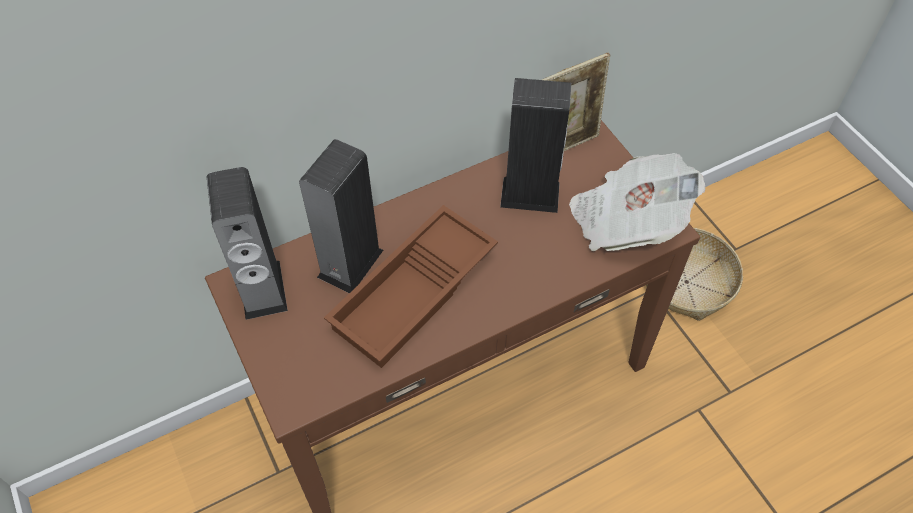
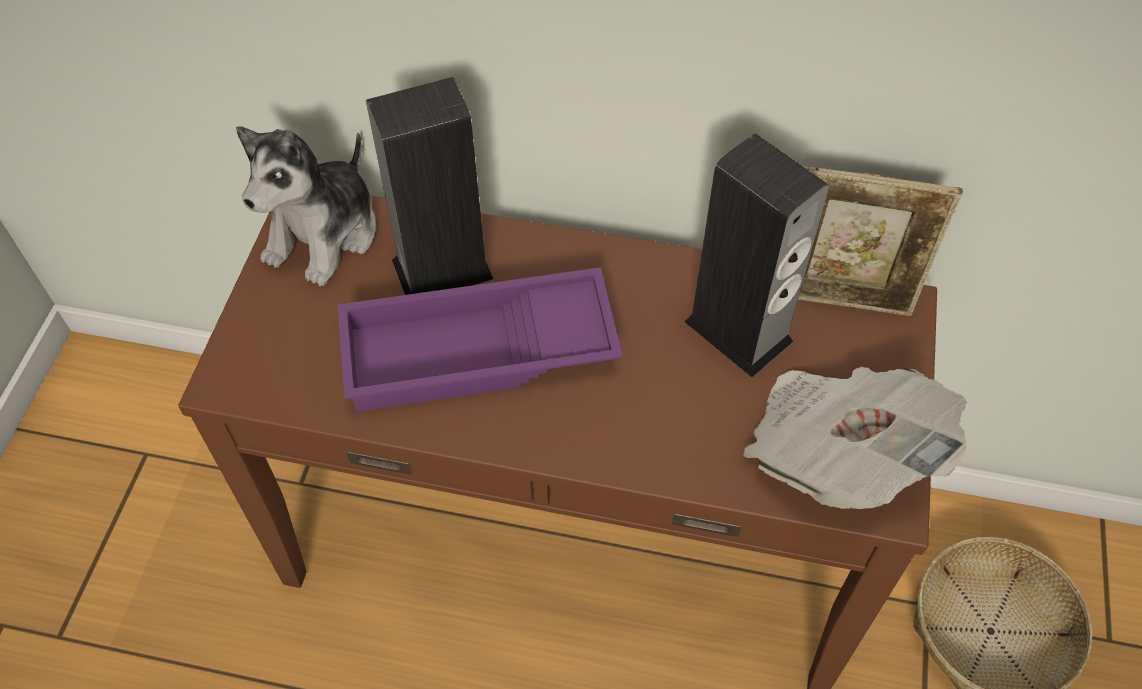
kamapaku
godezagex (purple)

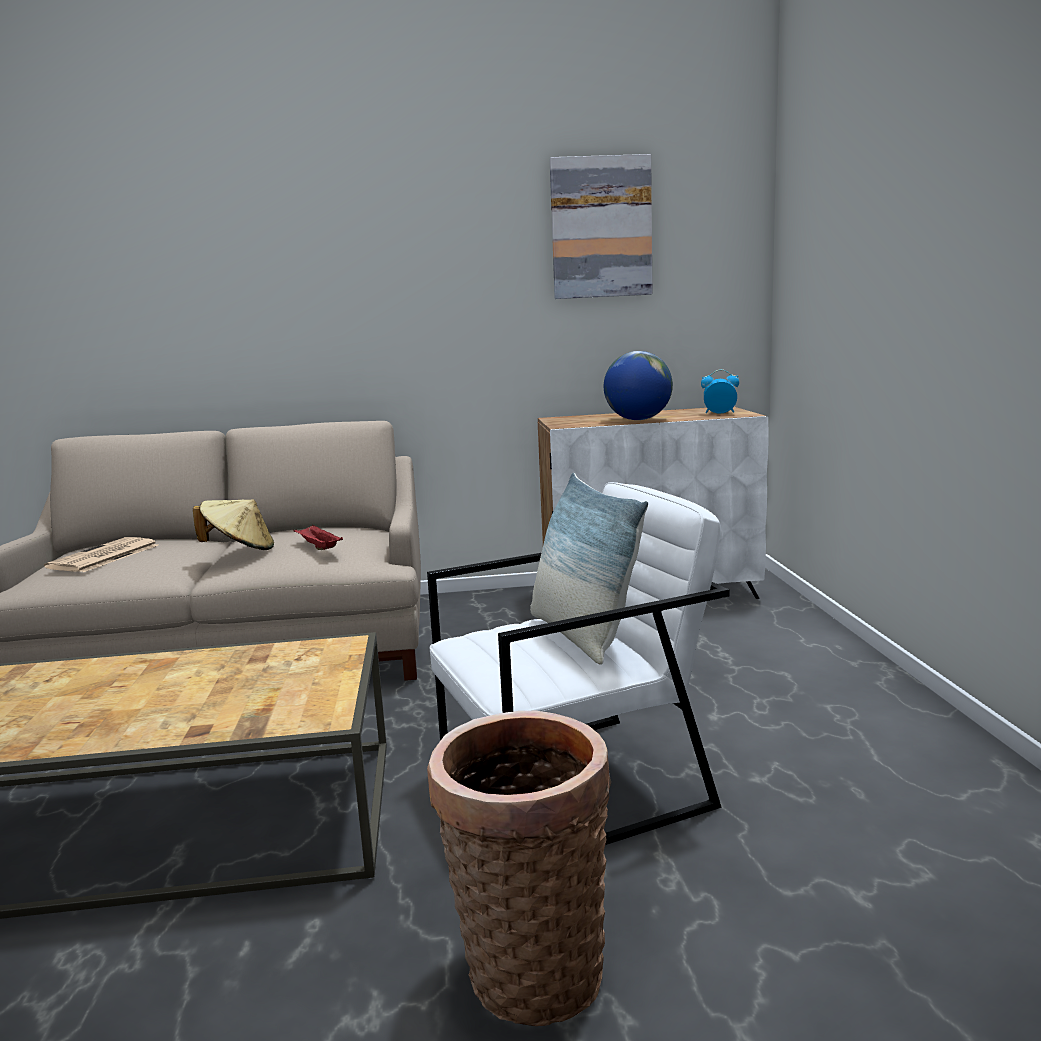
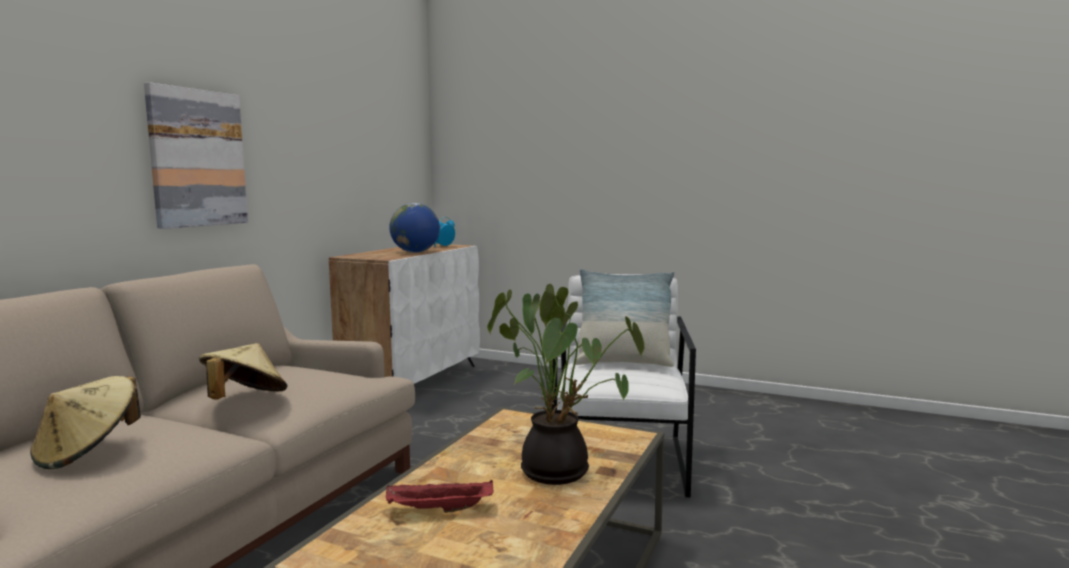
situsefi
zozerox
godezagex (red)
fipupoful
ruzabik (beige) (1st from left)

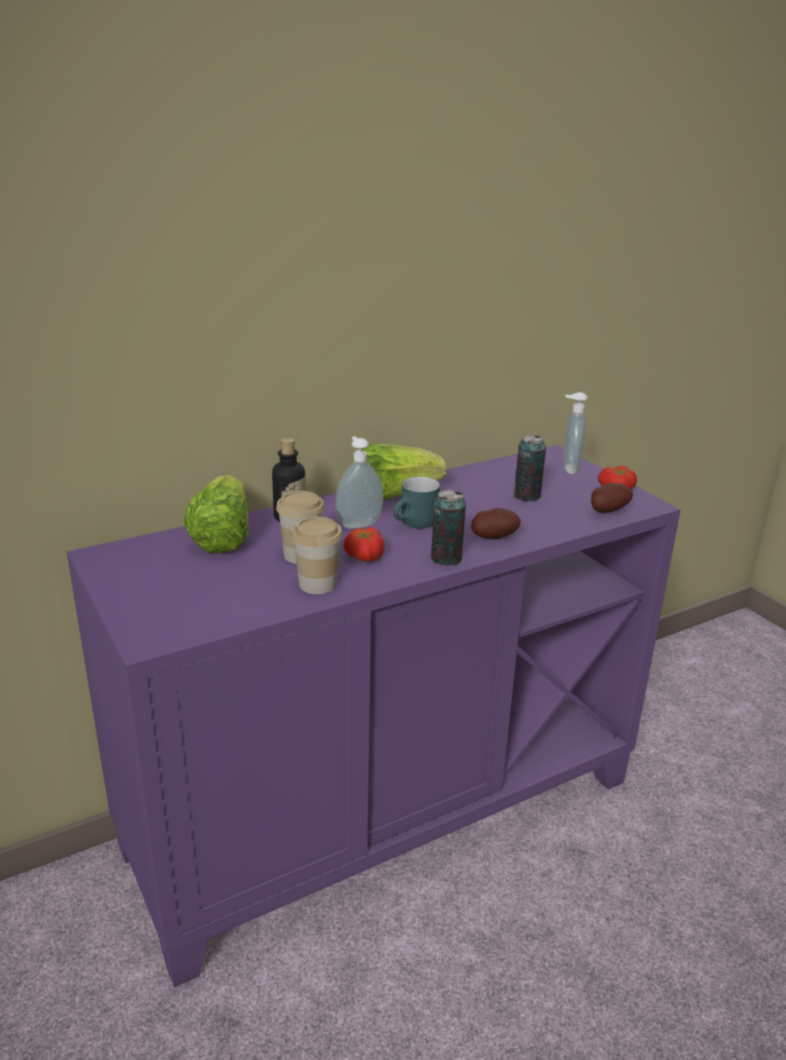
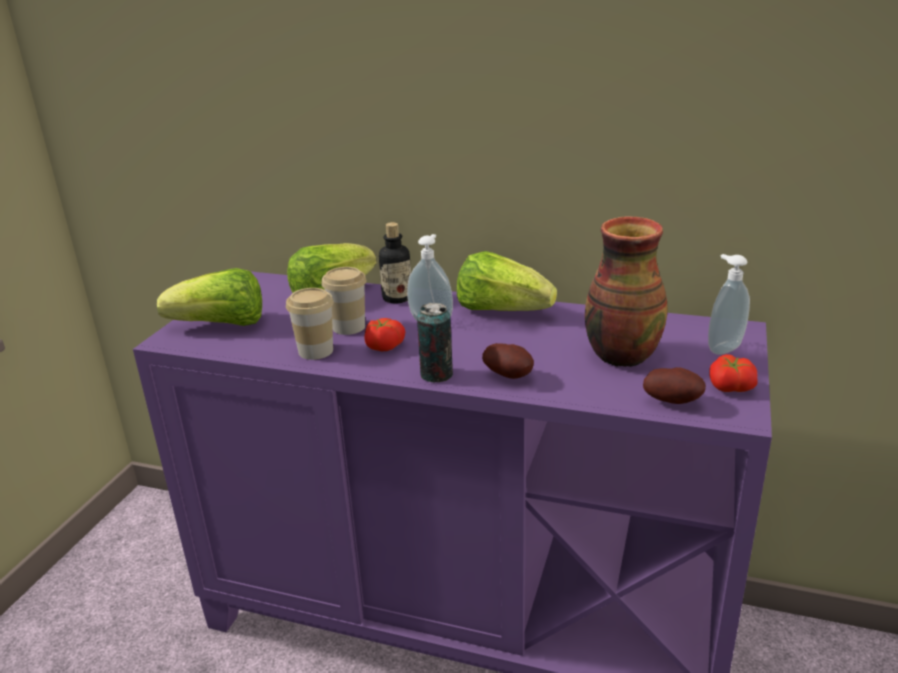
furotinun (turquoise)
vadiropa (1st from left)
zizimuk

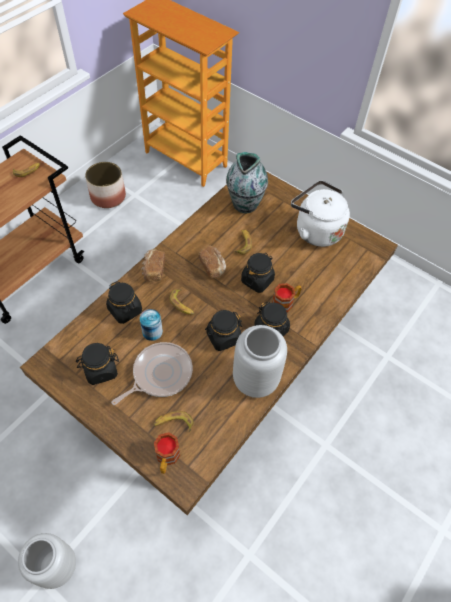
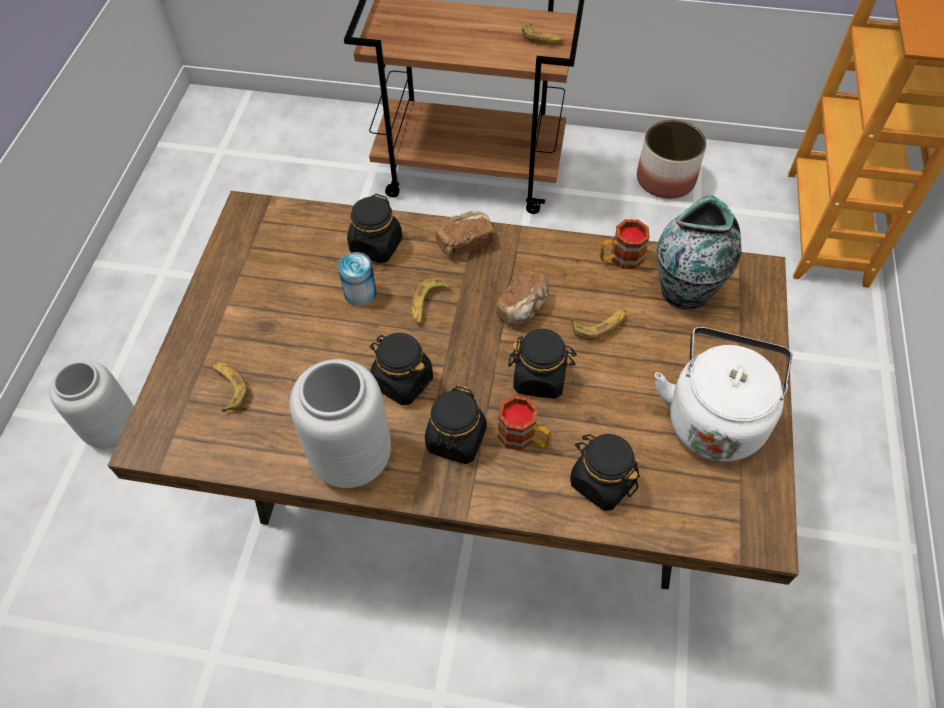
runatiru
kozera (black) (5th from left)
furotinun (2nd from left)

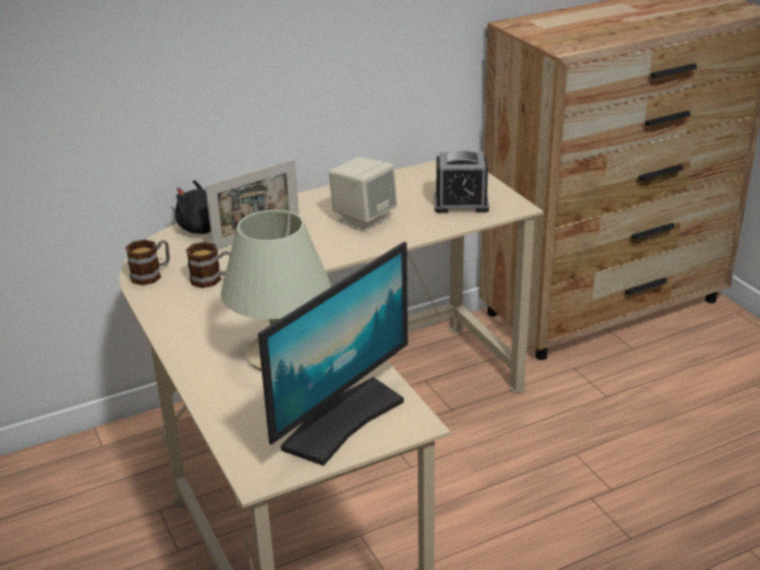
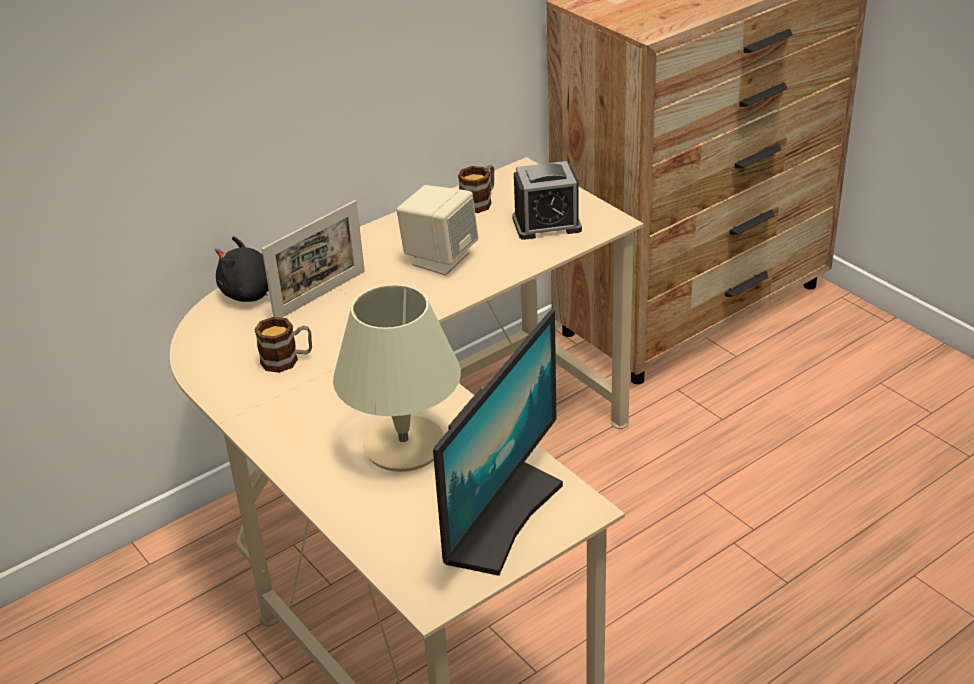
furotinun (2nd from left)

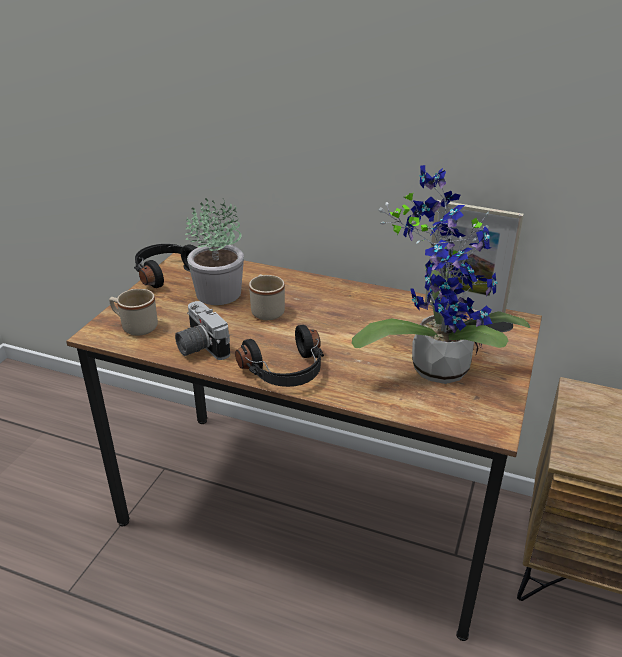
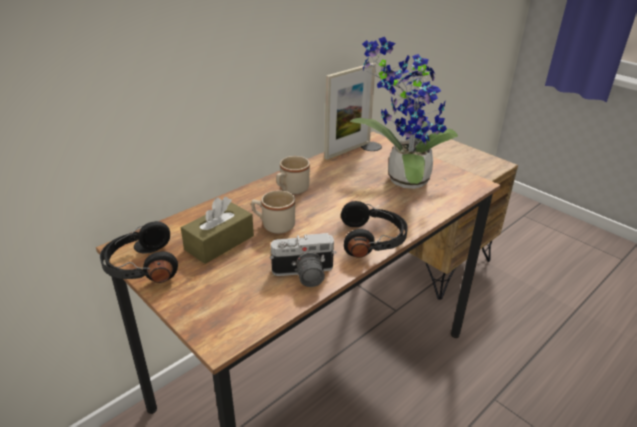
furotinun (beige) (2nd from left)
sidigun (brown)

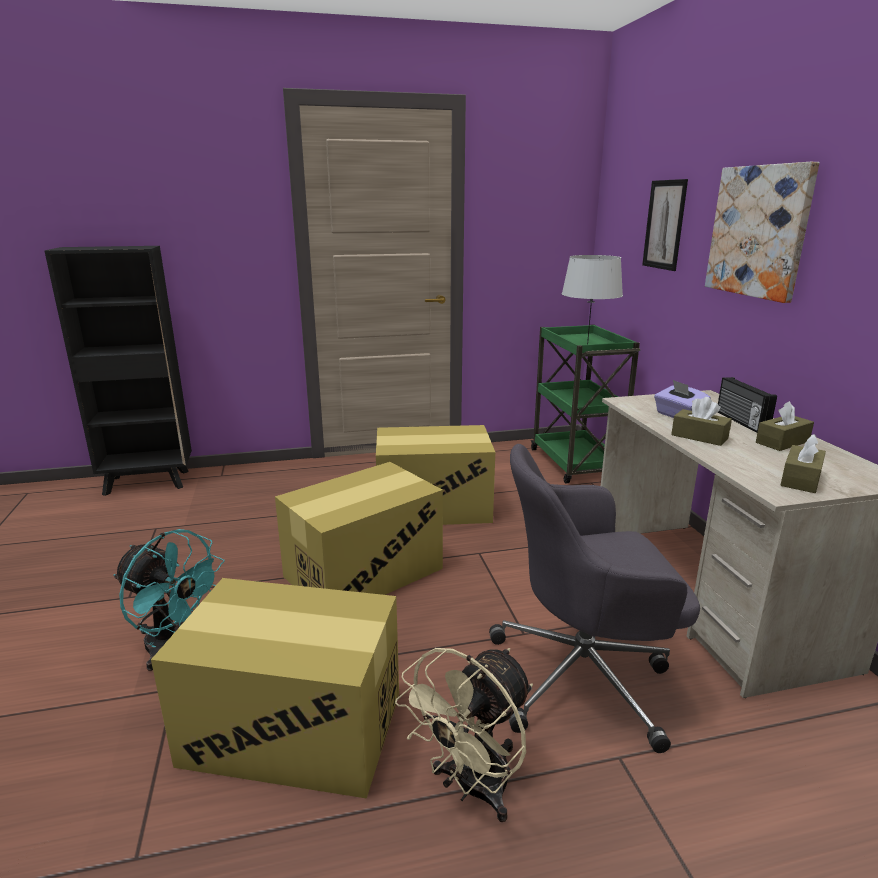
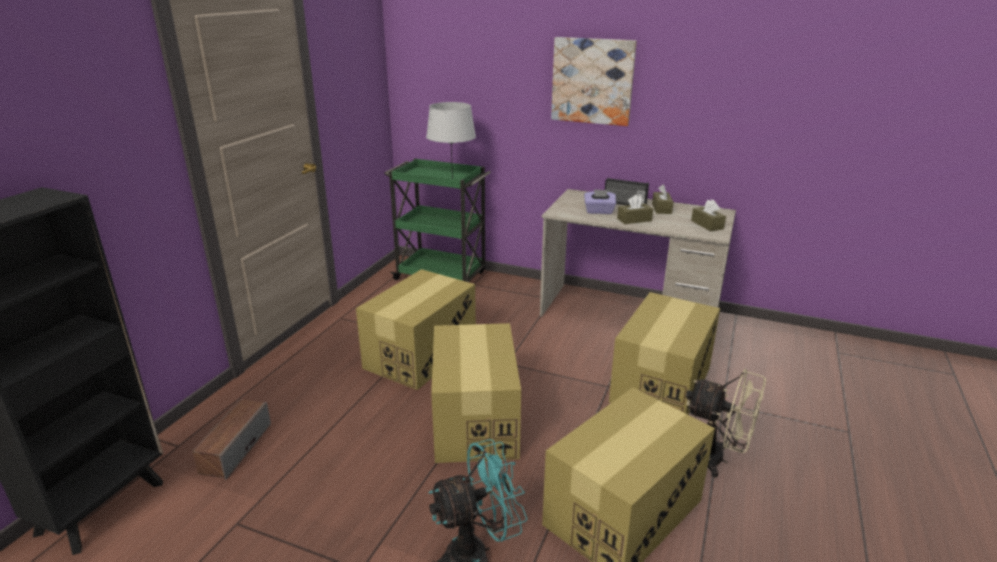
fipupoful (1st from left in the first image)
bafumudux
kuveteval (4th from left)
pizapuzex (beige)

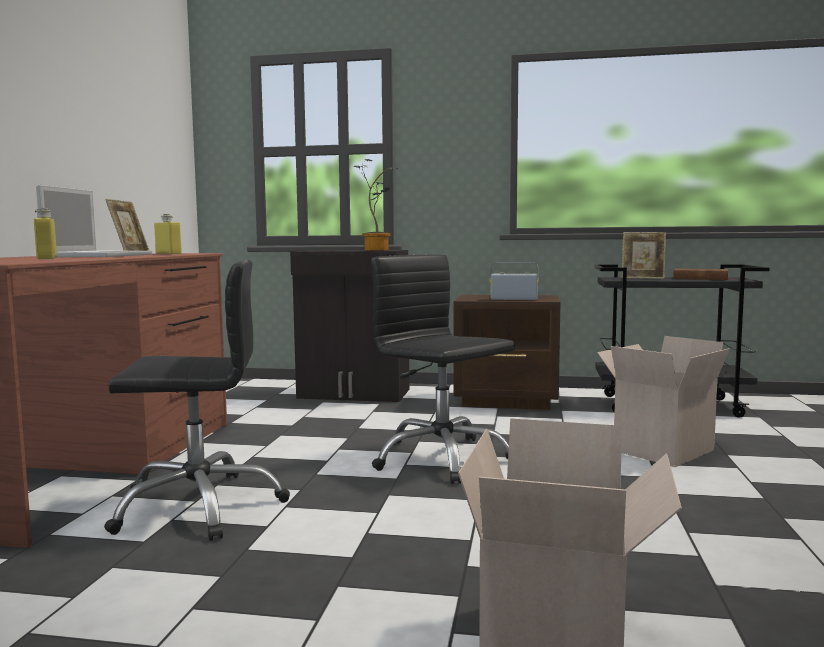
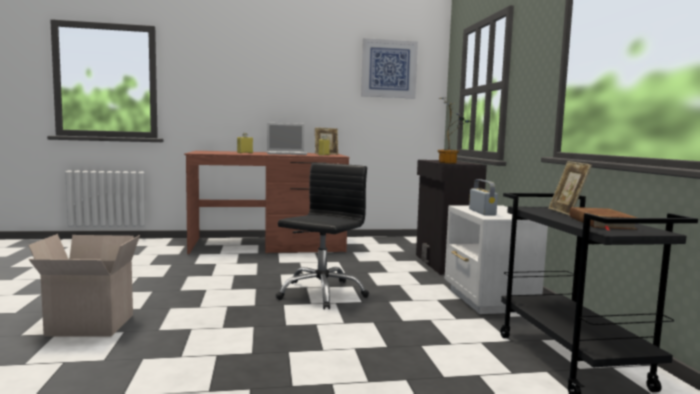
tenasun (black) (1st from left in the first image)
kuveteval (2nd from left in the first image)
fipupoful
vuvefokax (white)

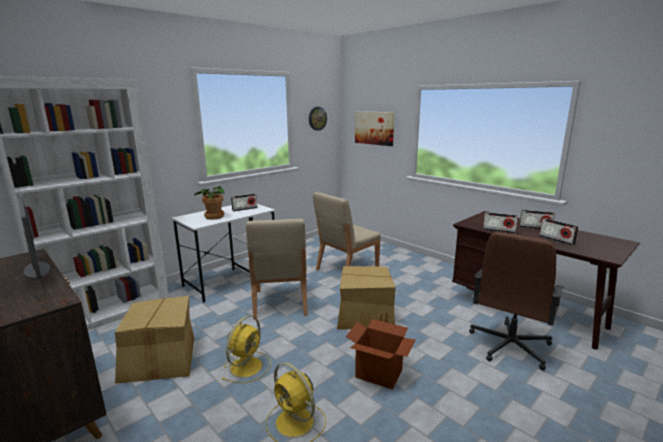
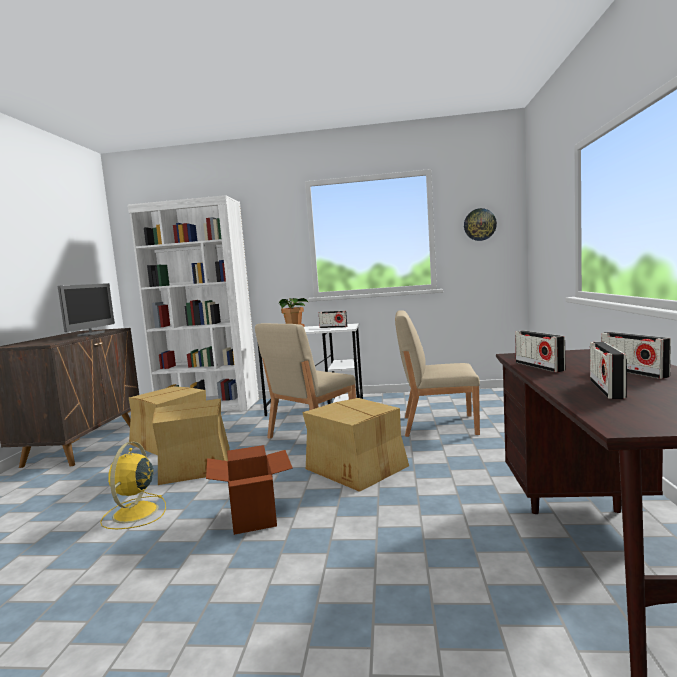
fipupoful
tenasun (brown)
kuveteval (2nd from left)

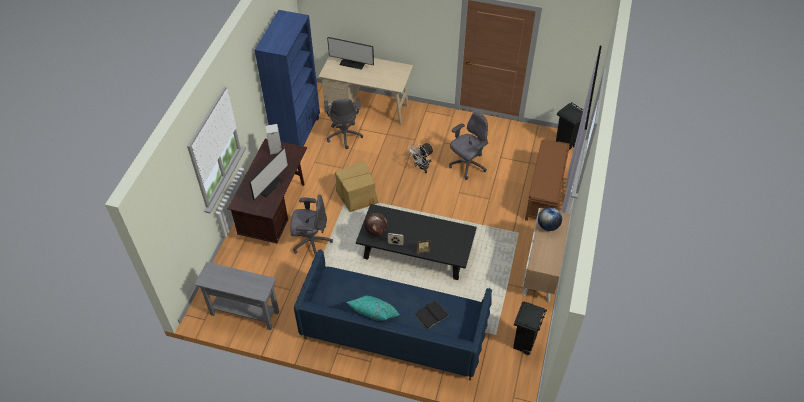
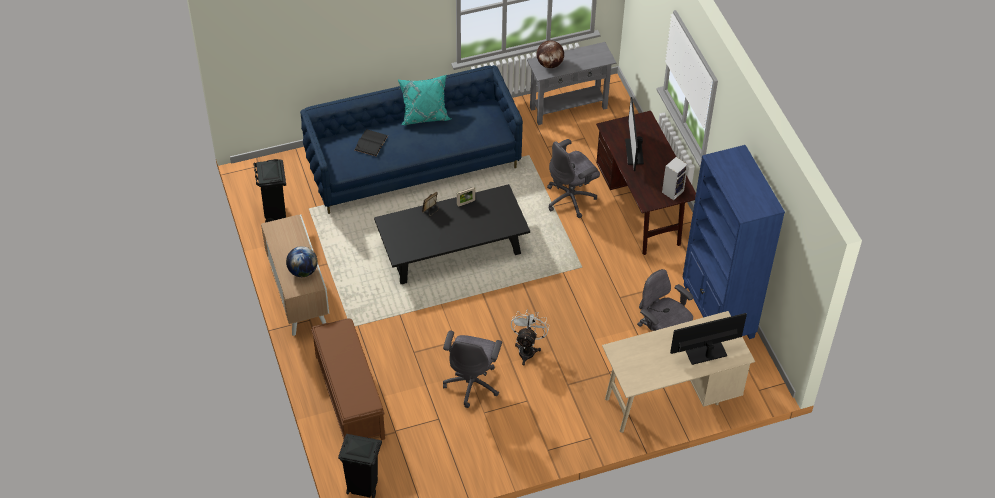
kuveteval
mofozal (2nd from left)

